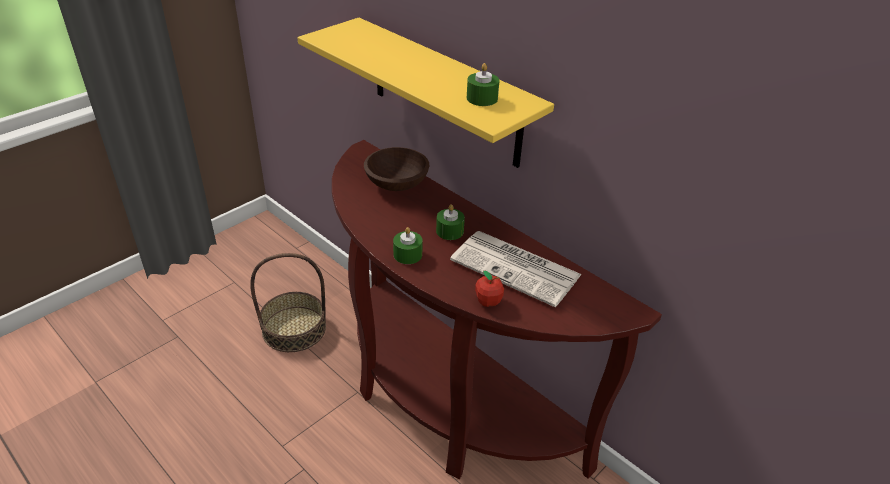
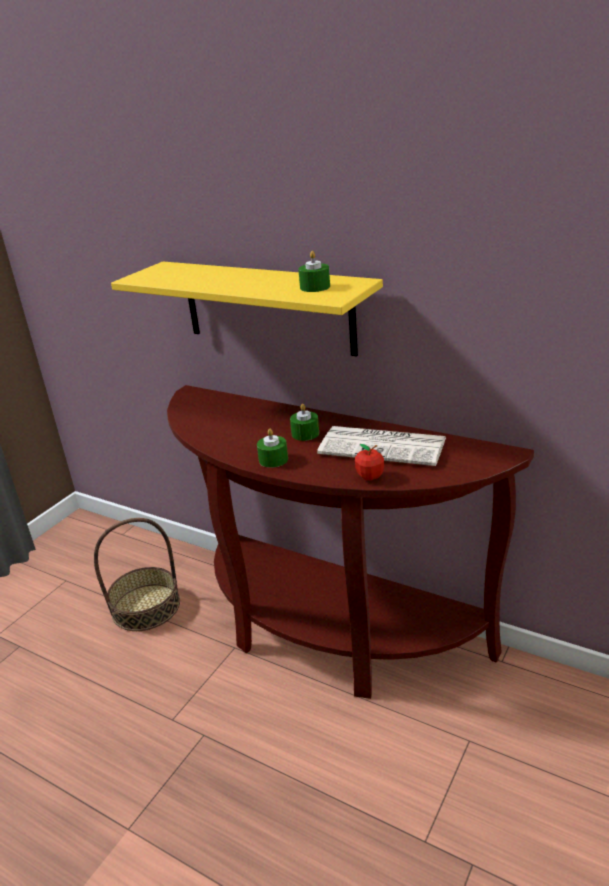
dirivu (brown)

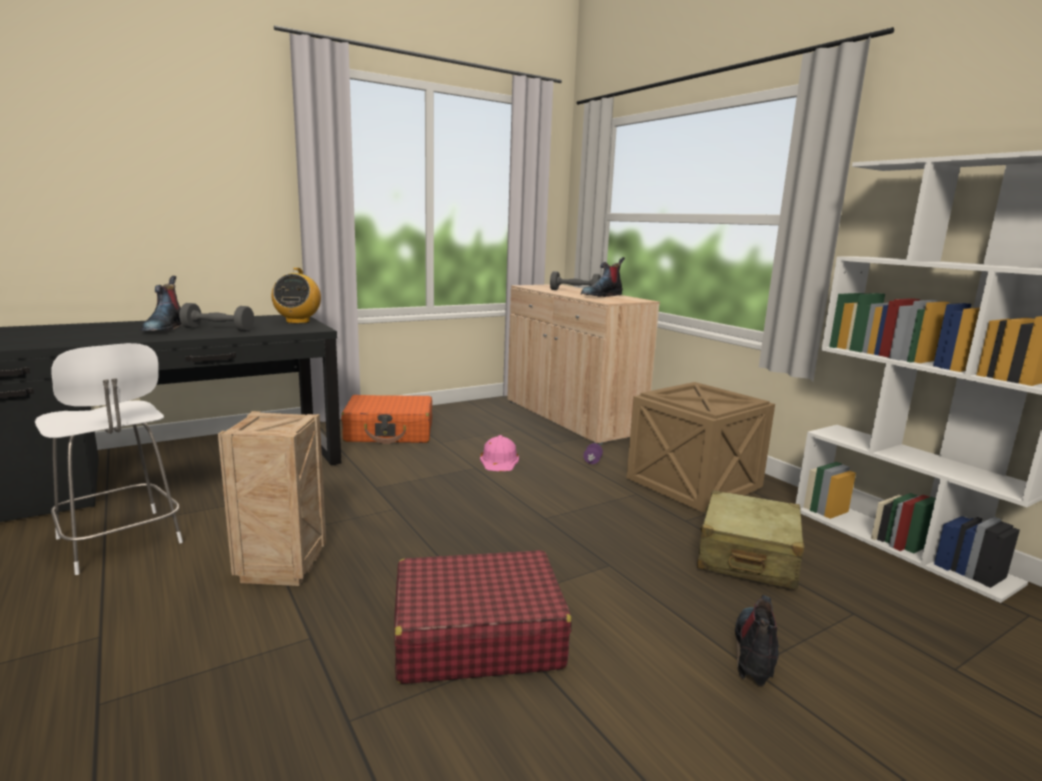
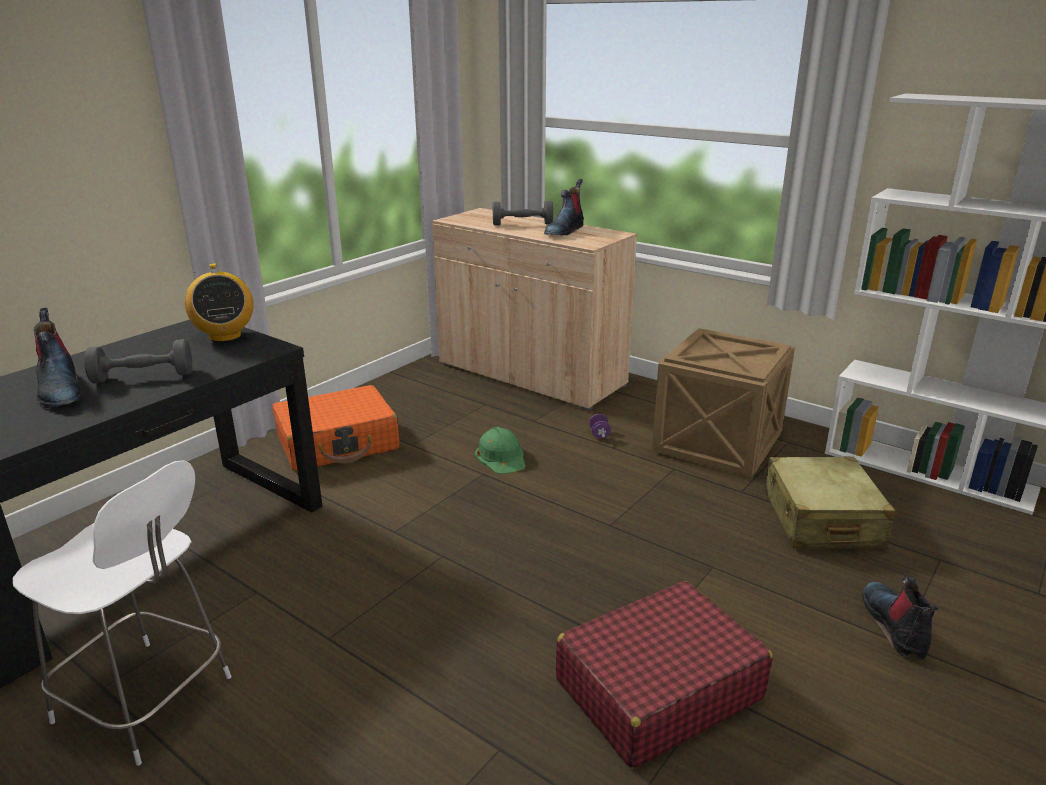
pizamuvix (1st from left in the first image)
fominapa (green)

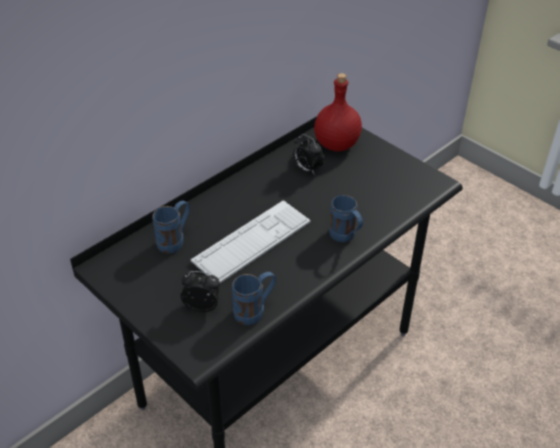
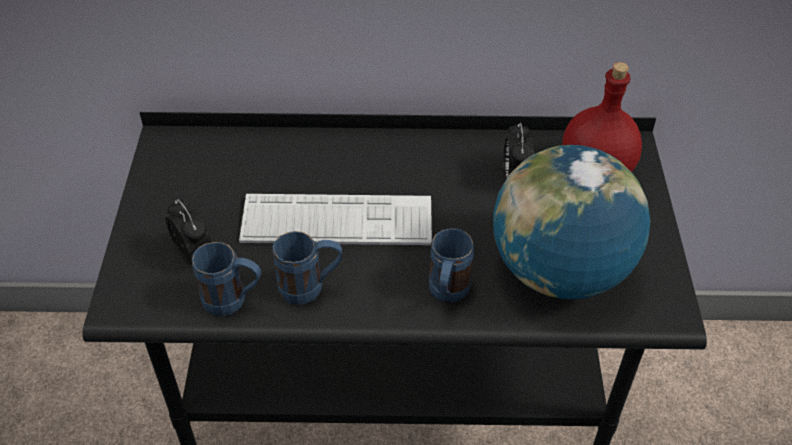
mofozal
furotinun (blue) (2nd from left)

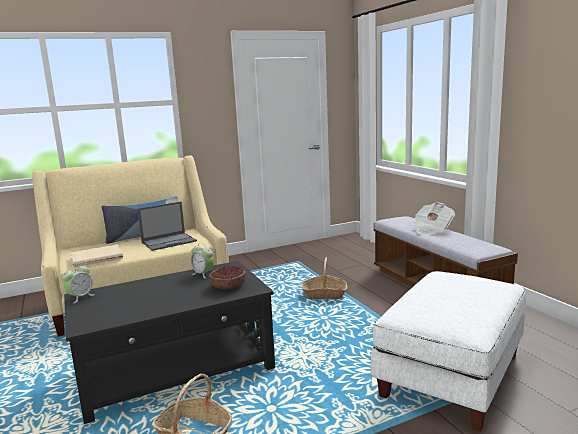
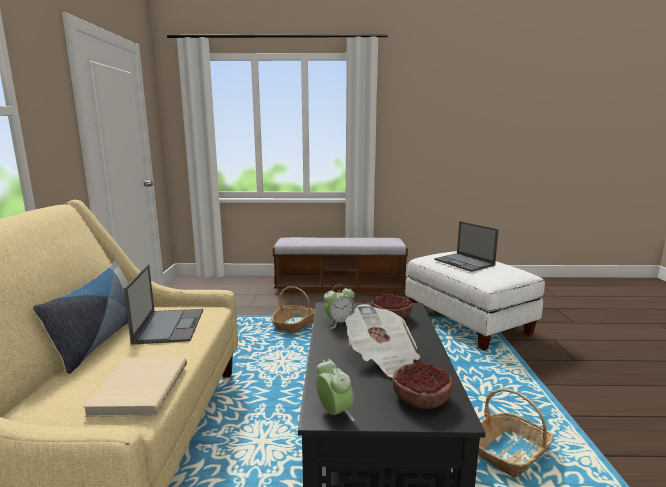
dirivu (2nd from left)
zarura (2nd from left)
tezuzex

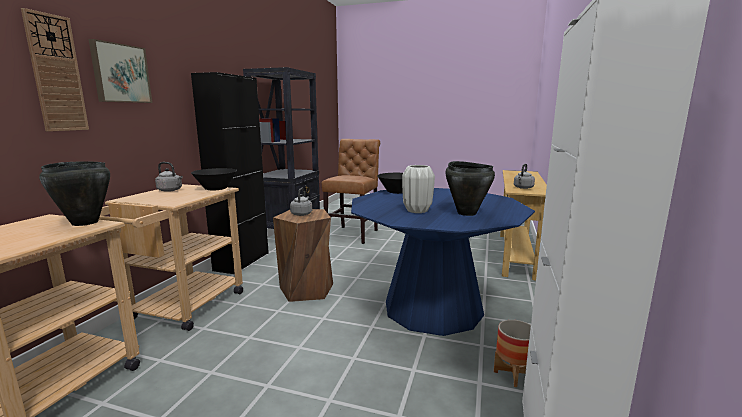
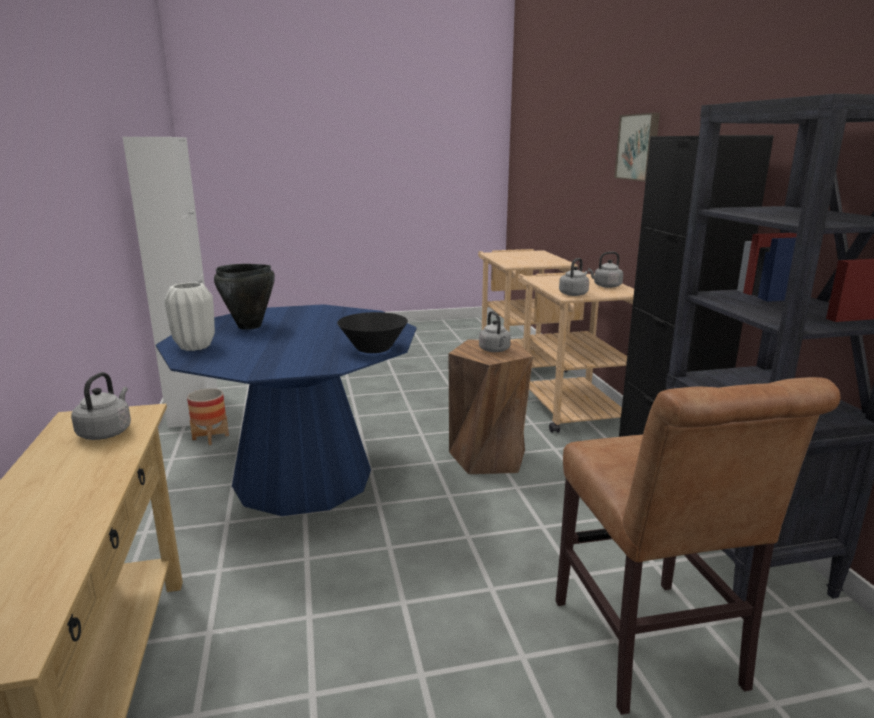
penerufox
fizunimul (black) (1st from left in the first image)
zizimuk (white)
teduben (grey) (3rd from left)

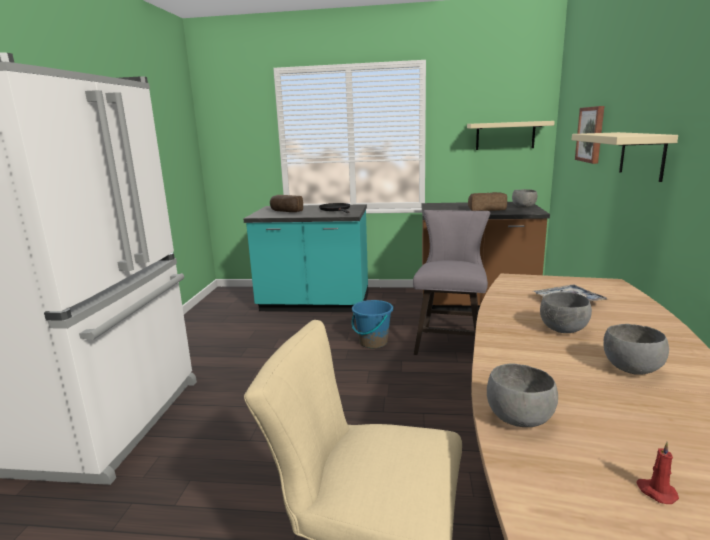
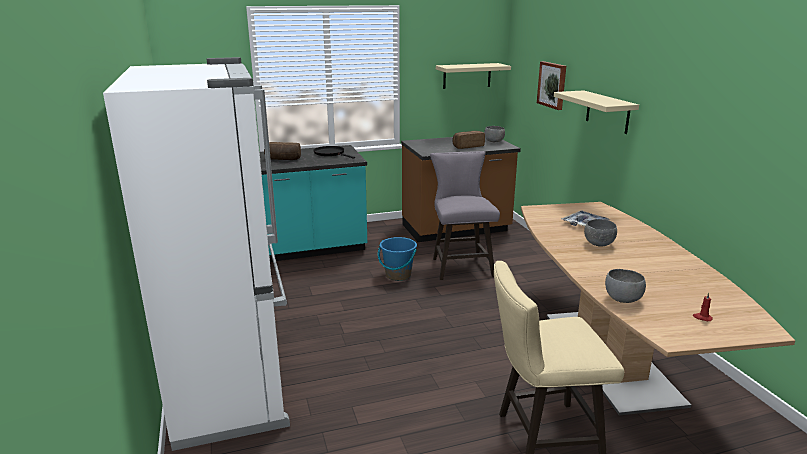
dirivu (grey) (4th from left in the first image)

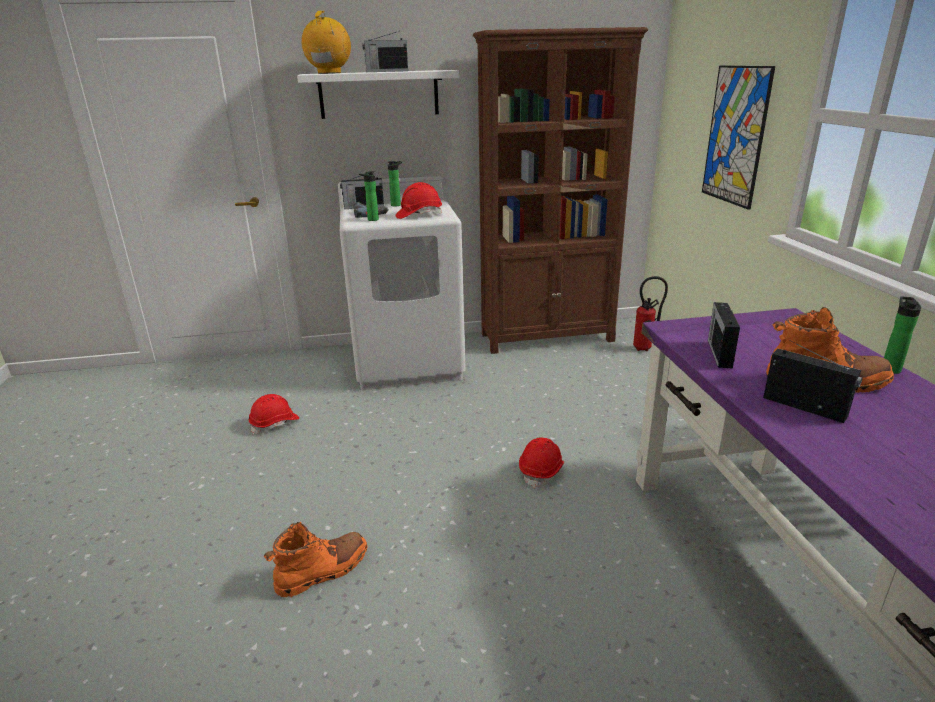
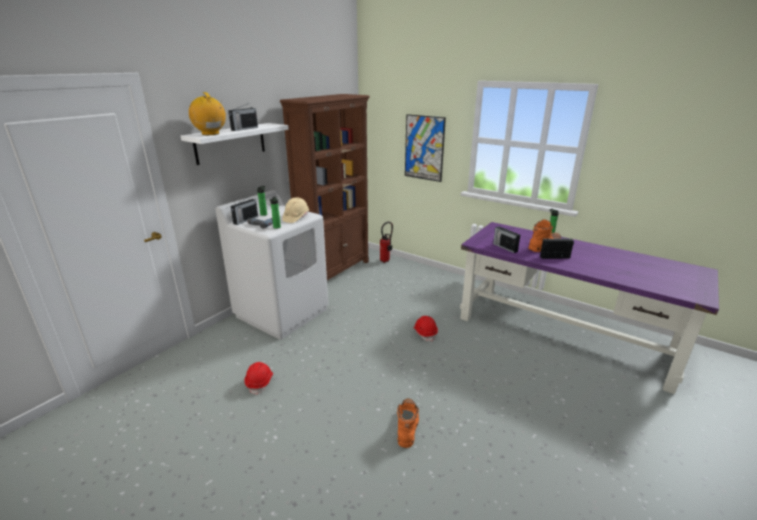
fominapa (beige)

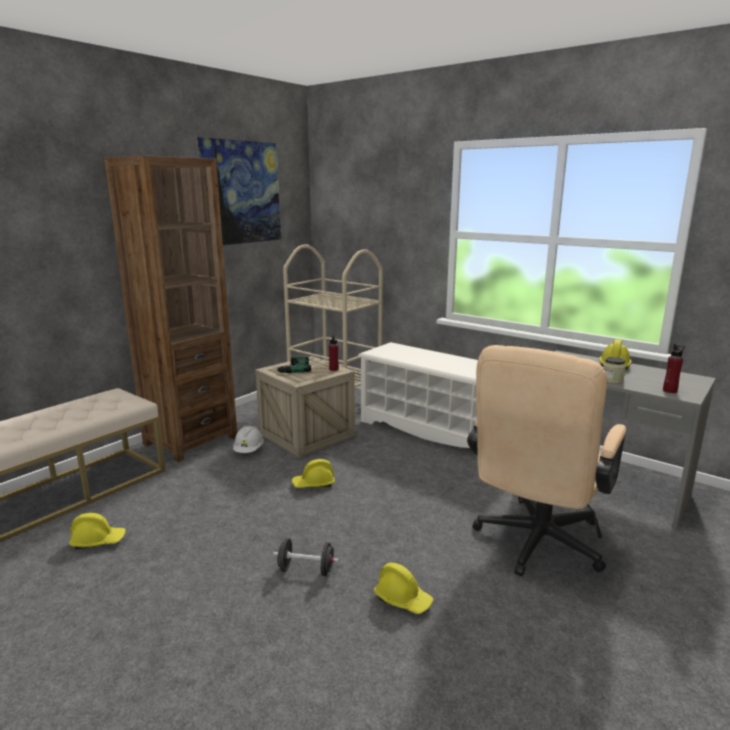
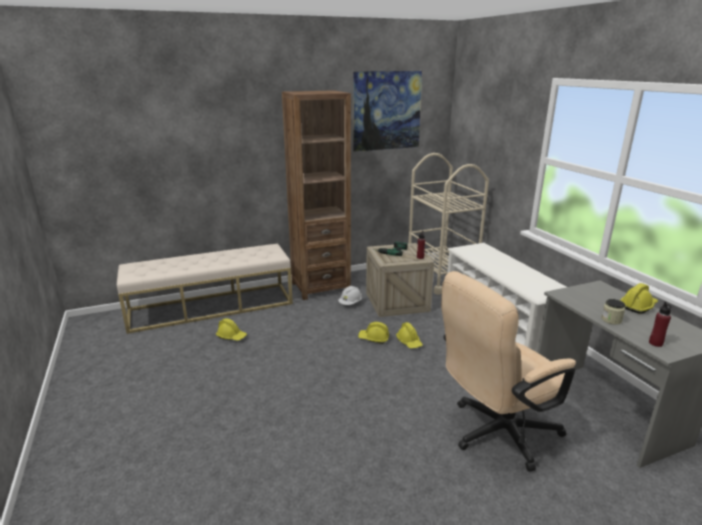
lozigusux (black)
fominapa (yellow) (3rd from left)

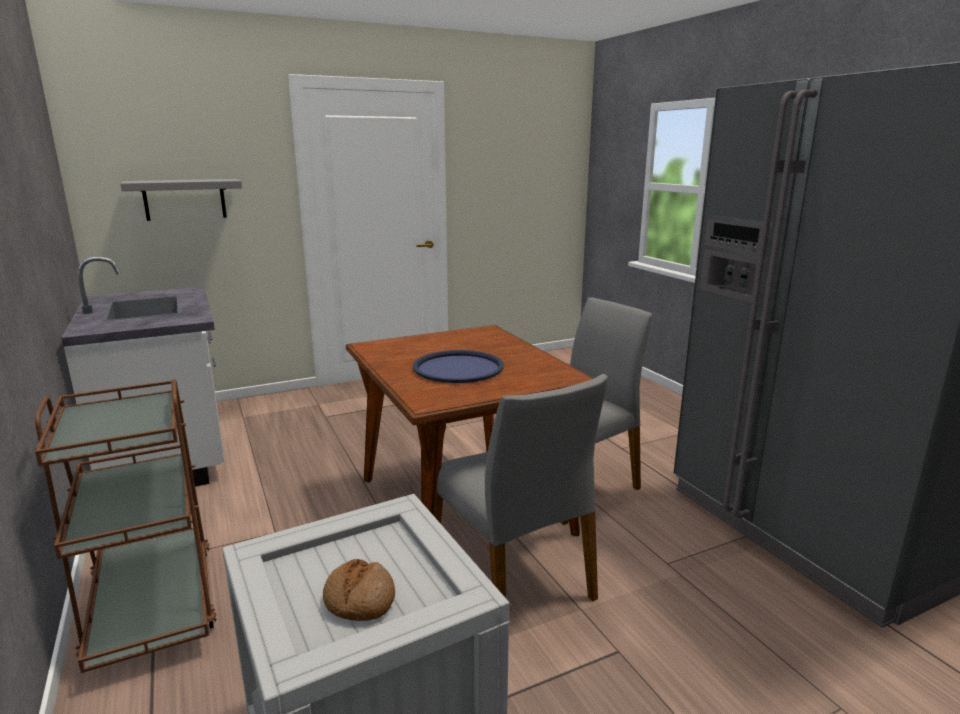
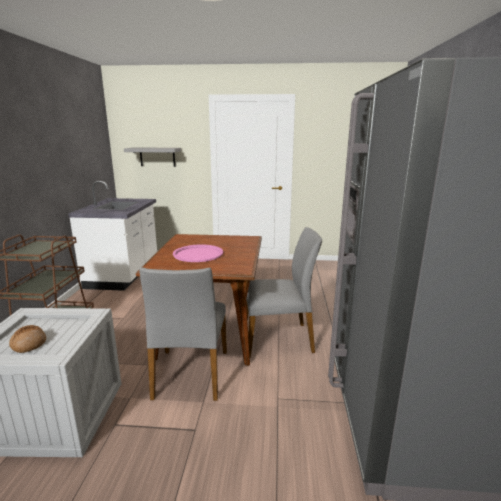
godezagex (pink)

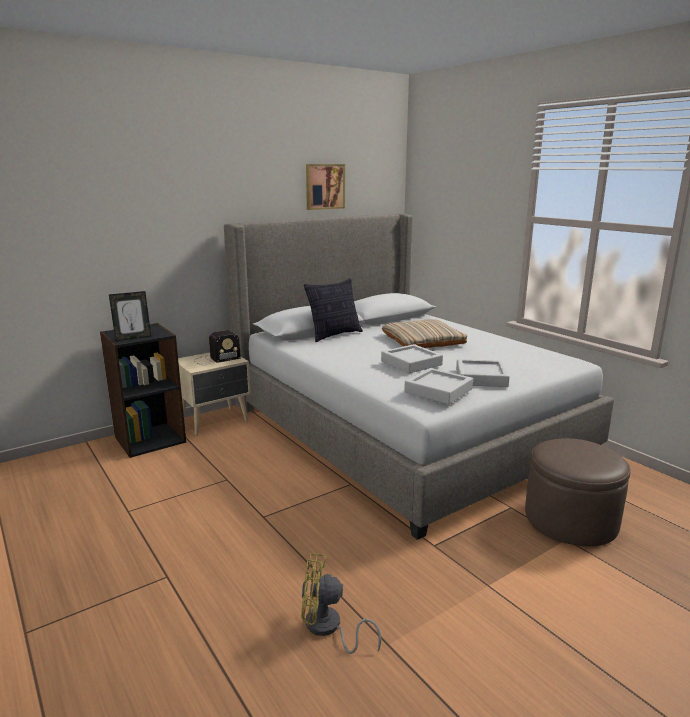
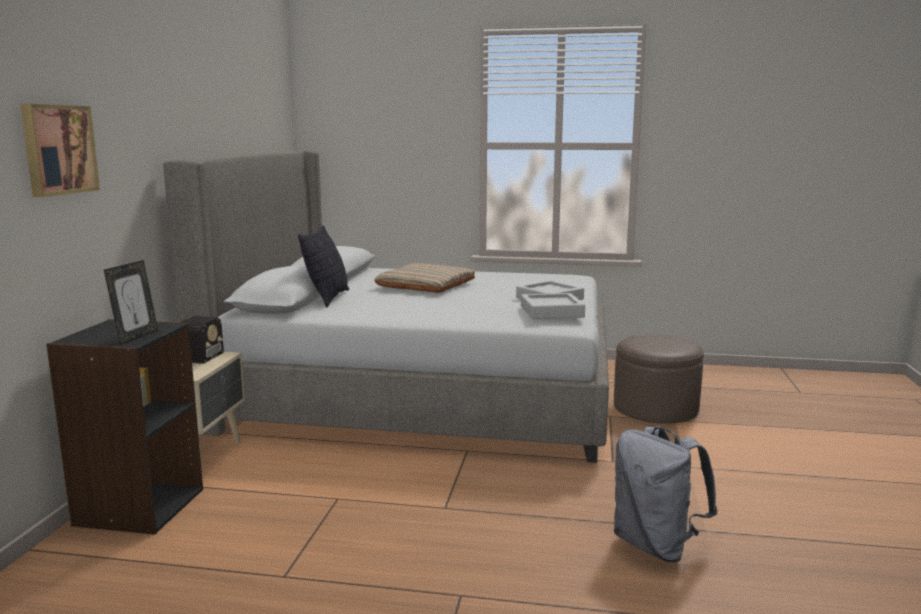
godezagex (grey) (1st from left in the first image)
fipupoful
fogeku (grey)

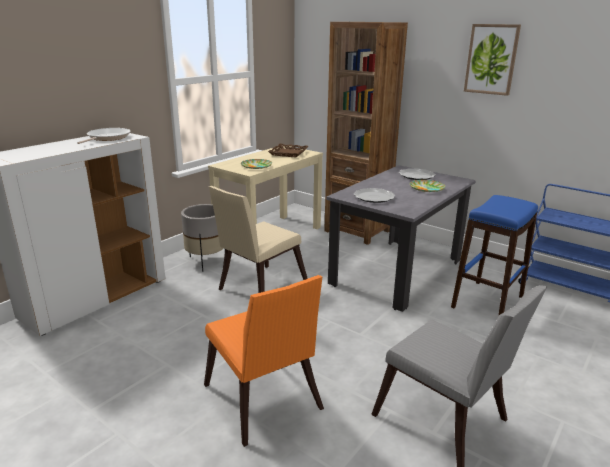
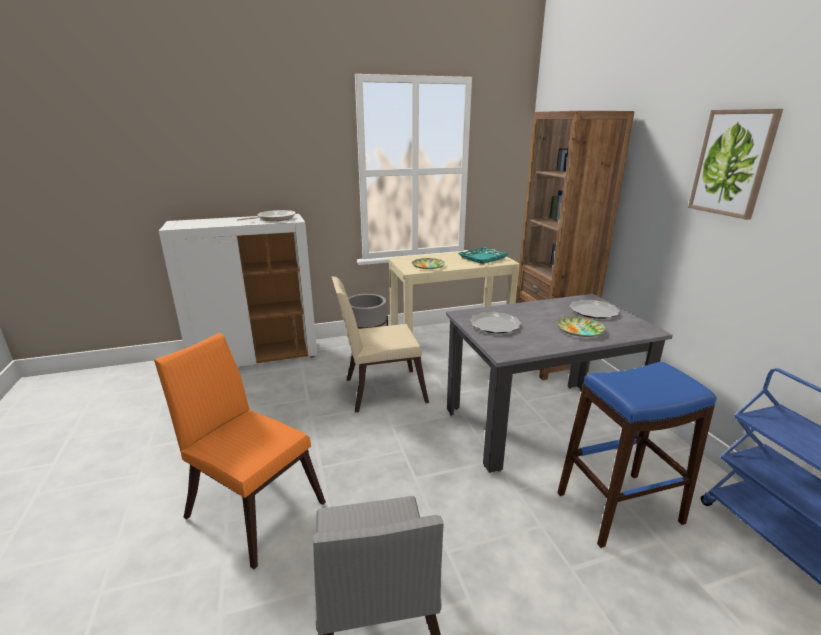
godezagex (turquoise)
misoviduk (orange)

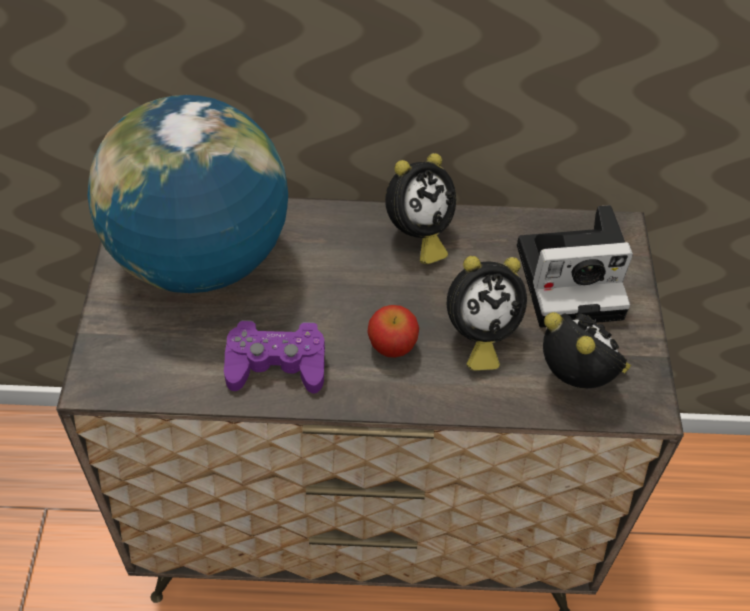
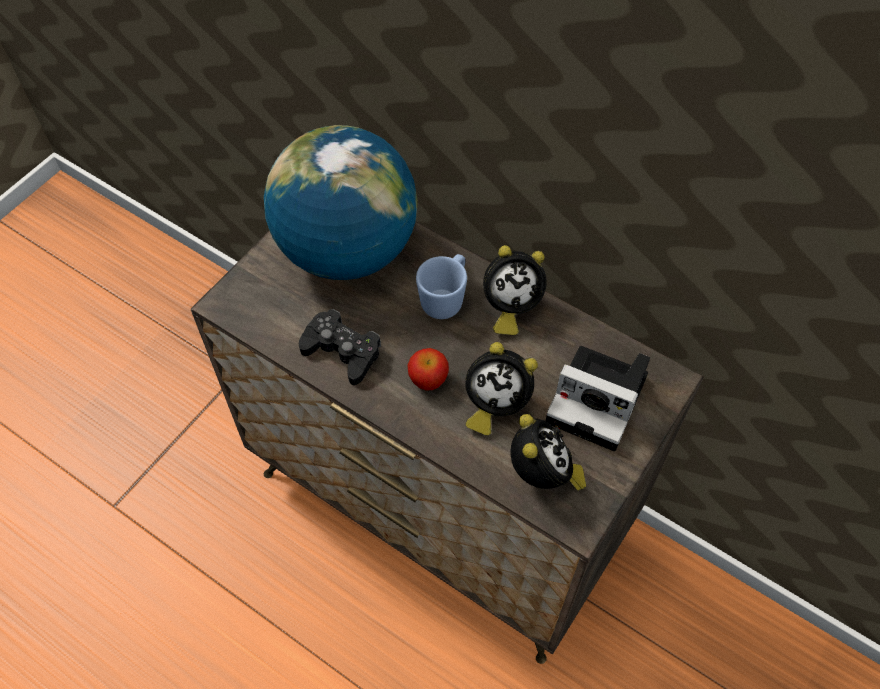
furotinun (blue)
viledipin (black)

